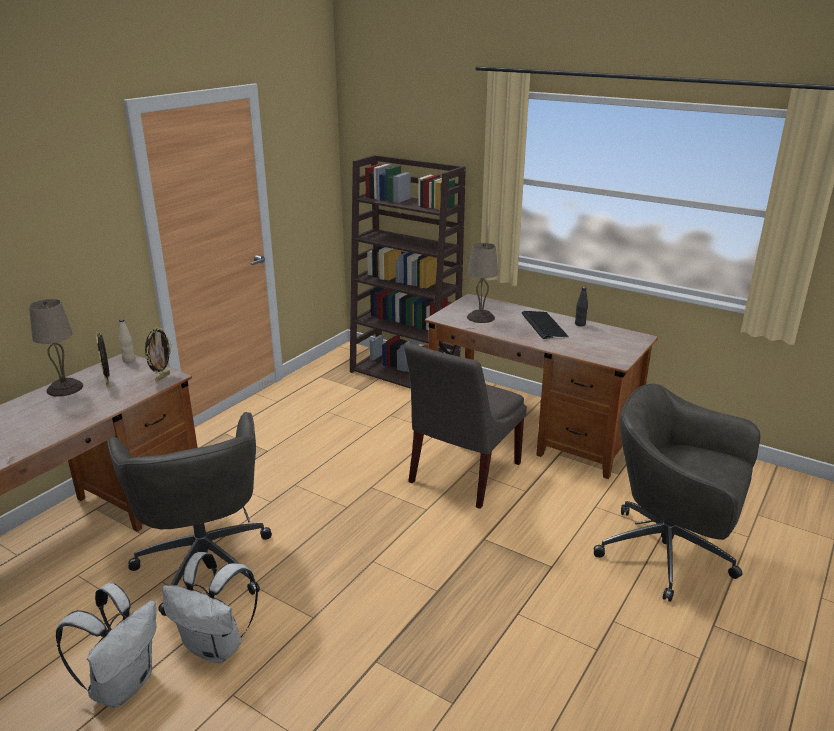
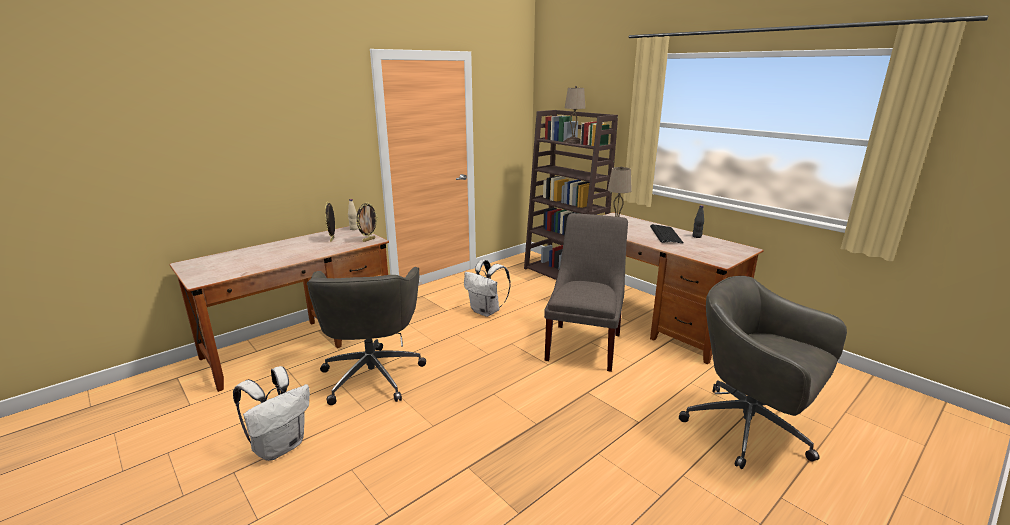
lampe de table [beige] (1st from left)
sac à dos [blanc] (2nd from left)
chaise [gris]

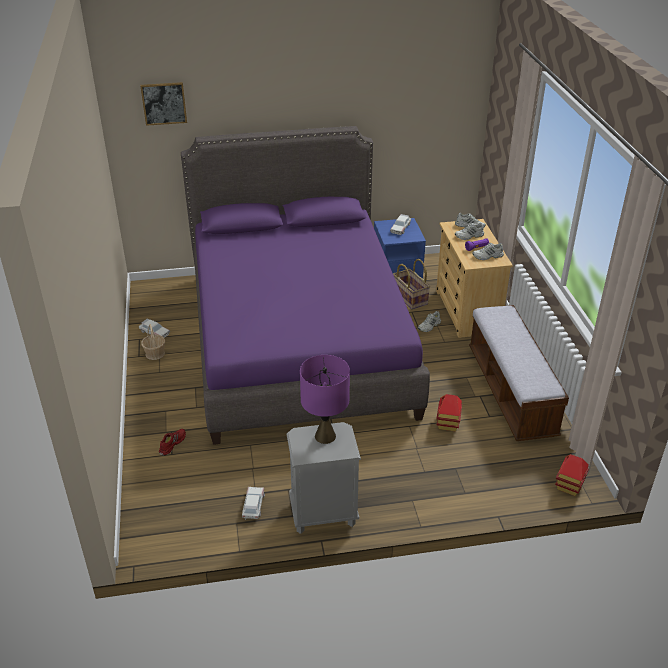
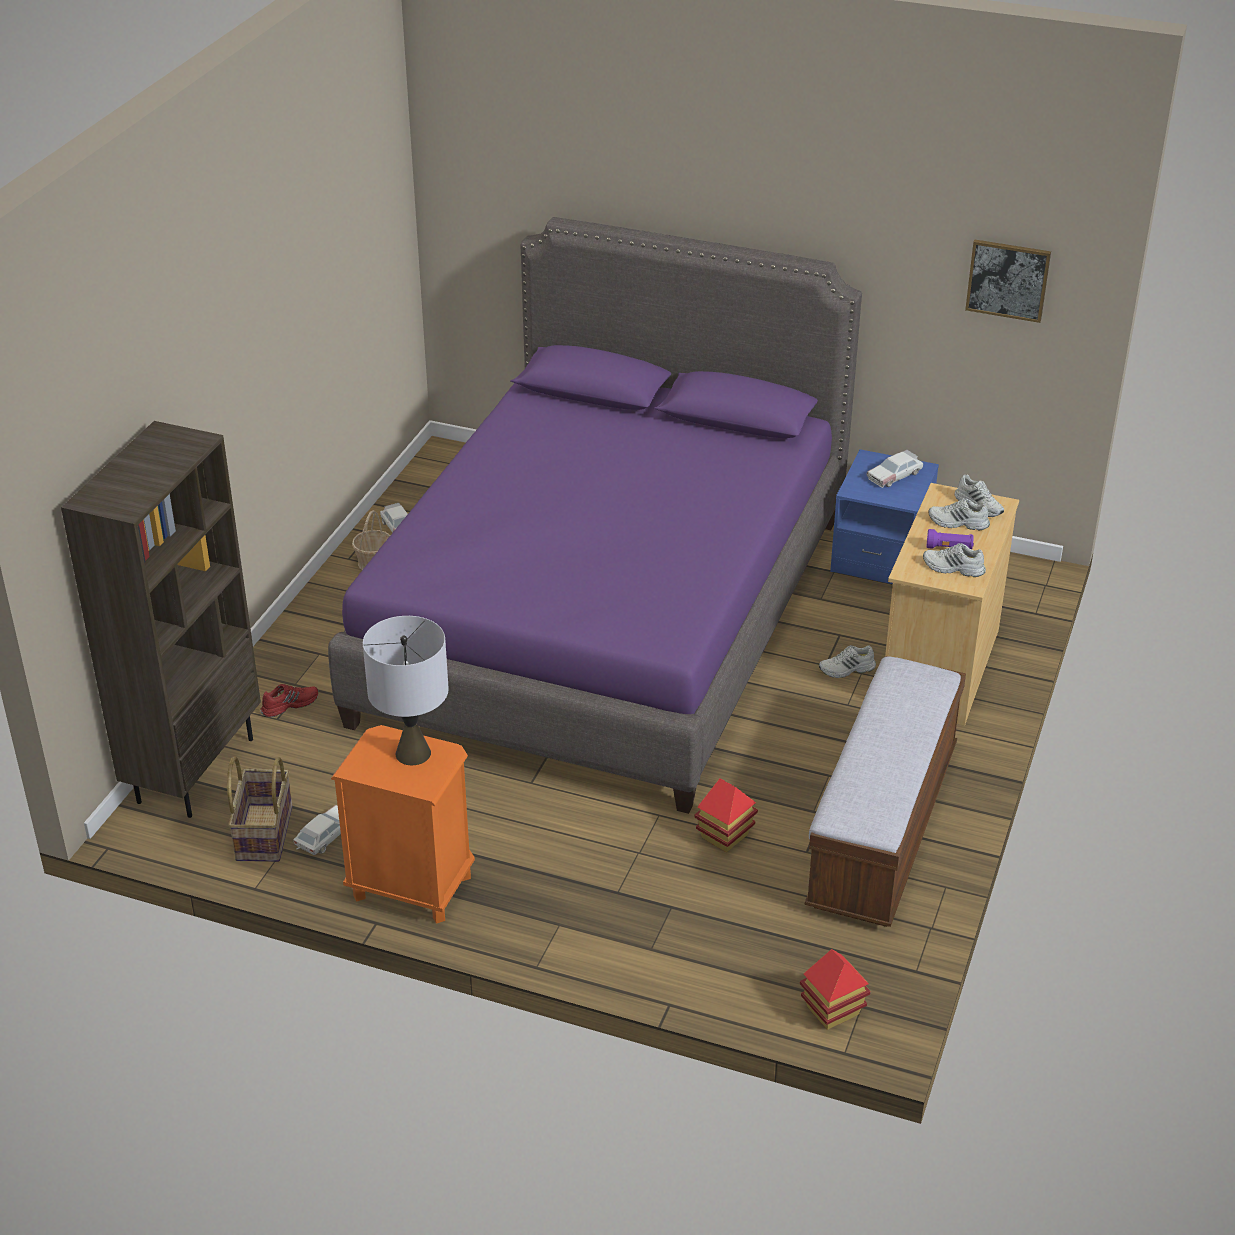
bibliothèque [marron]
tableau
panier (1st from left)
table de chevet [orange]
lampe de table [gris]

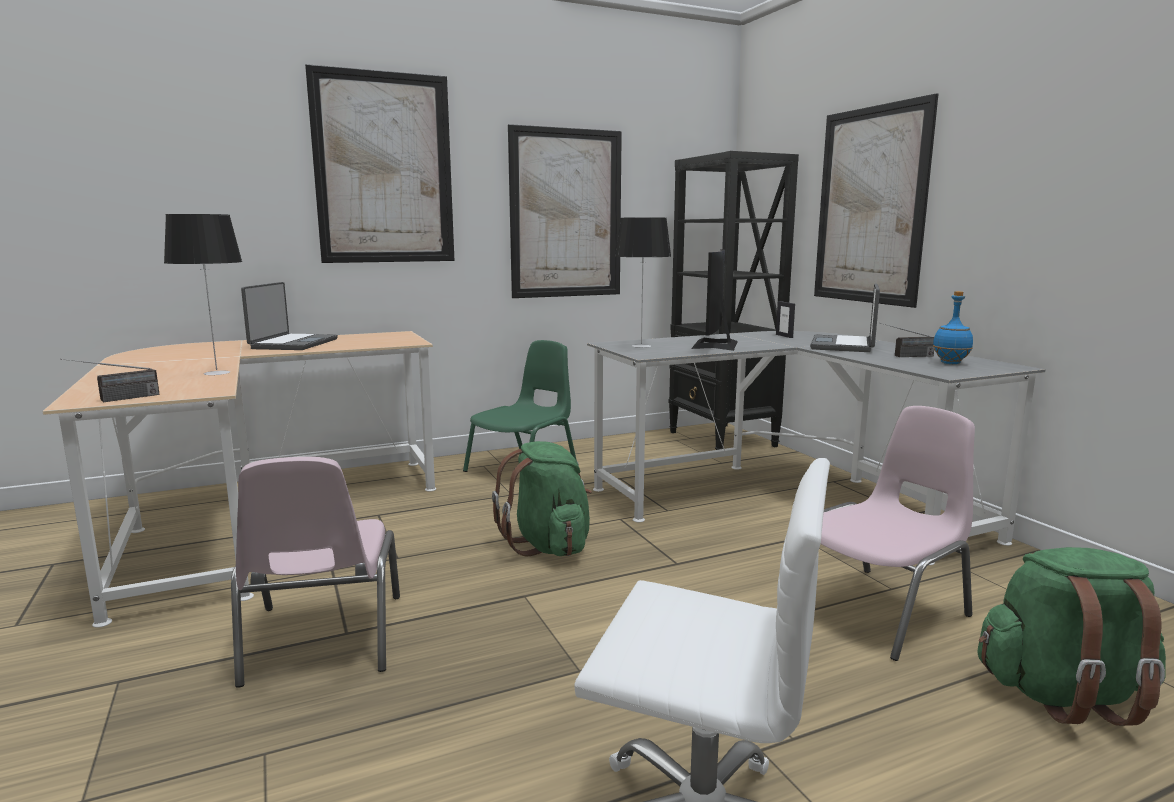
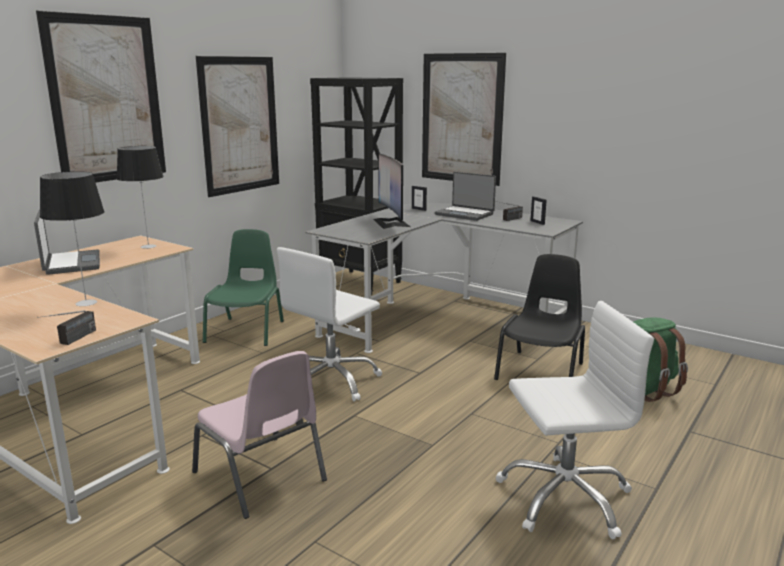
lampe de table (2nd from left)
chaise de bureau [blanc] (1st from left)
cadre photo (2nd from left)
chaise [noir]
ordinateur portable (2nd from left)

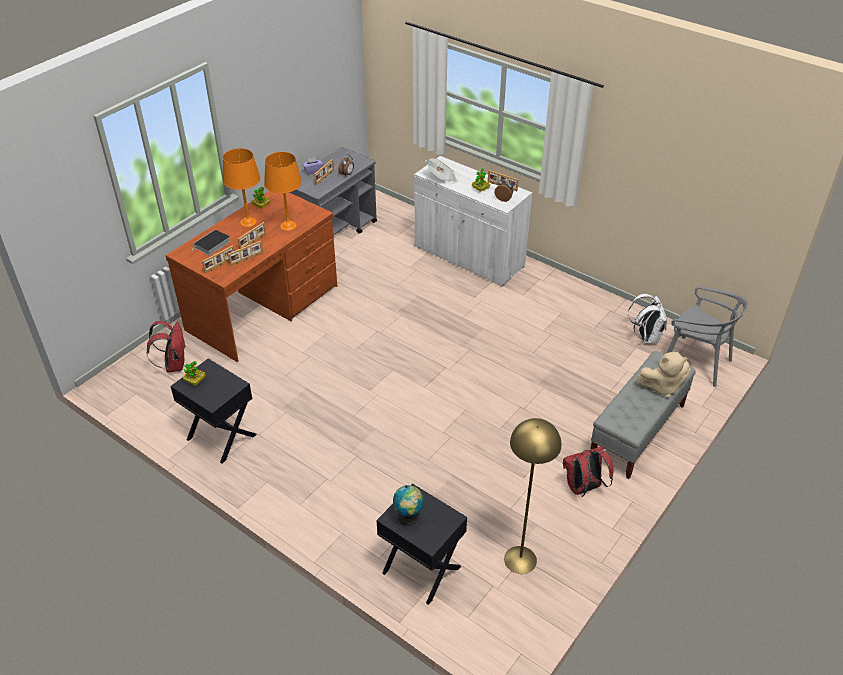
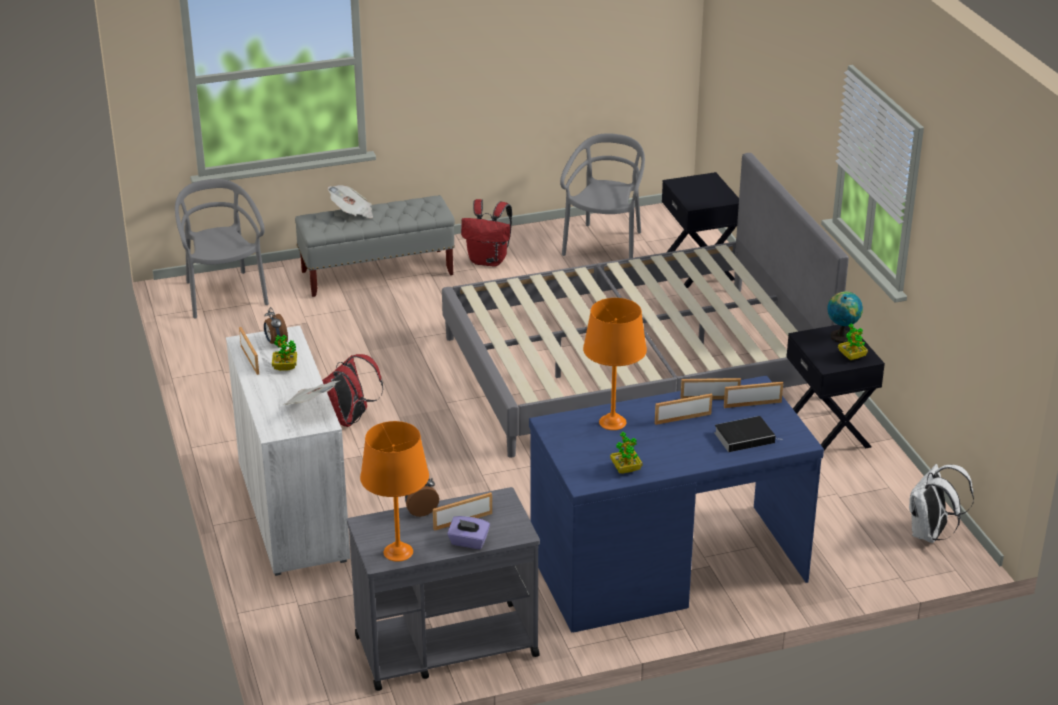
lit [gris]
sac à dos [rouge] (1st from left)
lampe de table [orange] (1st from left)
globe
sac à dos [blanc]
chaise [gris] (2nd from left)
journal (2nd from left)
bureau [bleu]

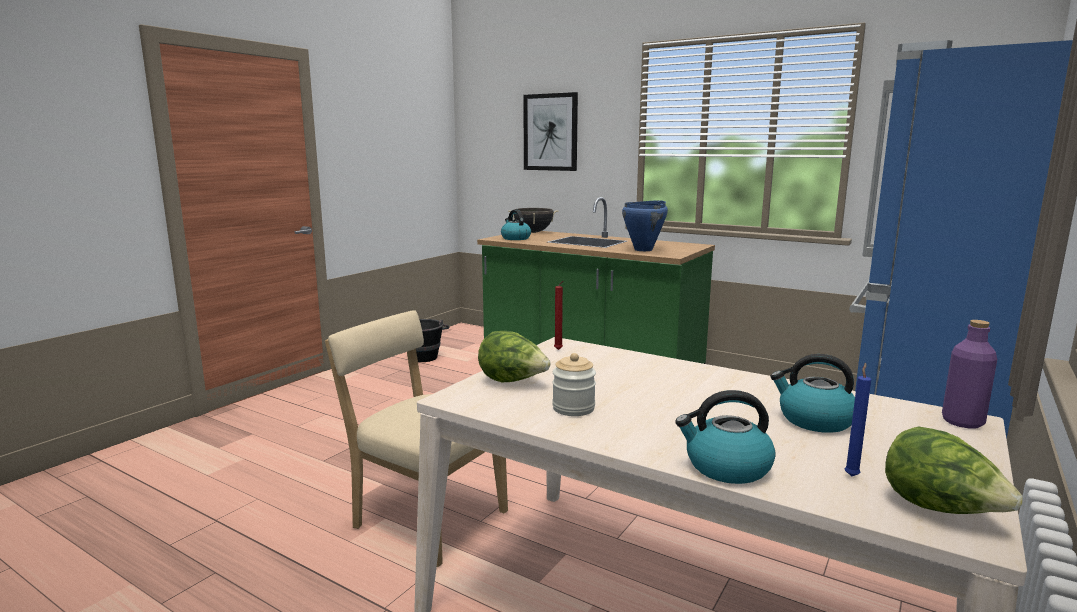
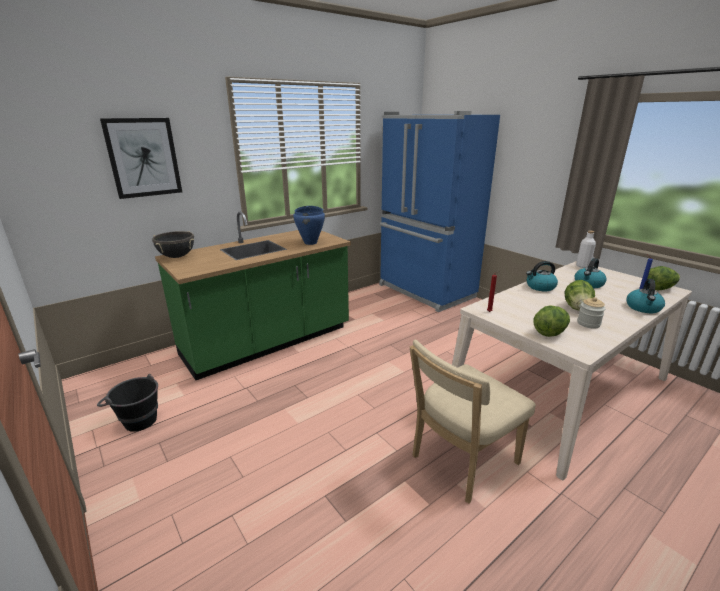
laitue (2nd from left)
bouilloire (1st from left)
bouteille [blanc]

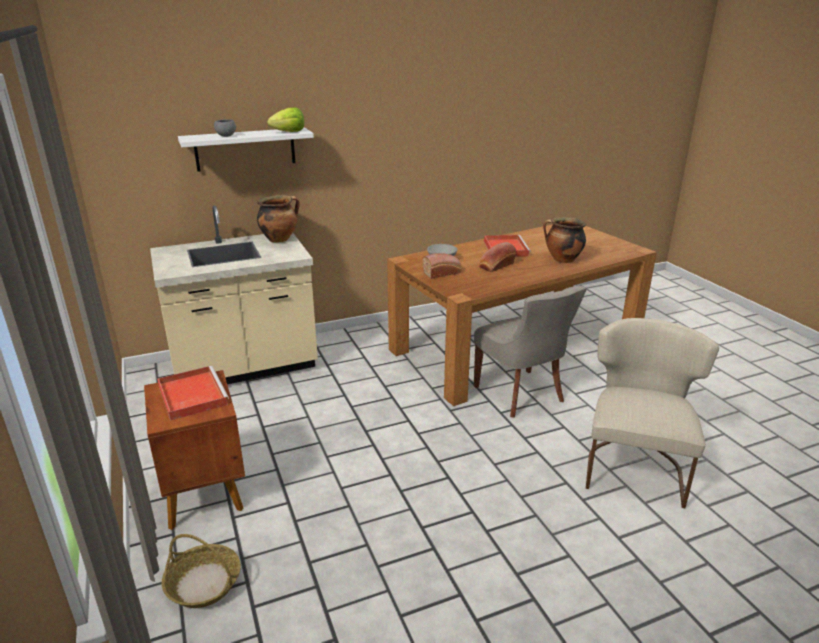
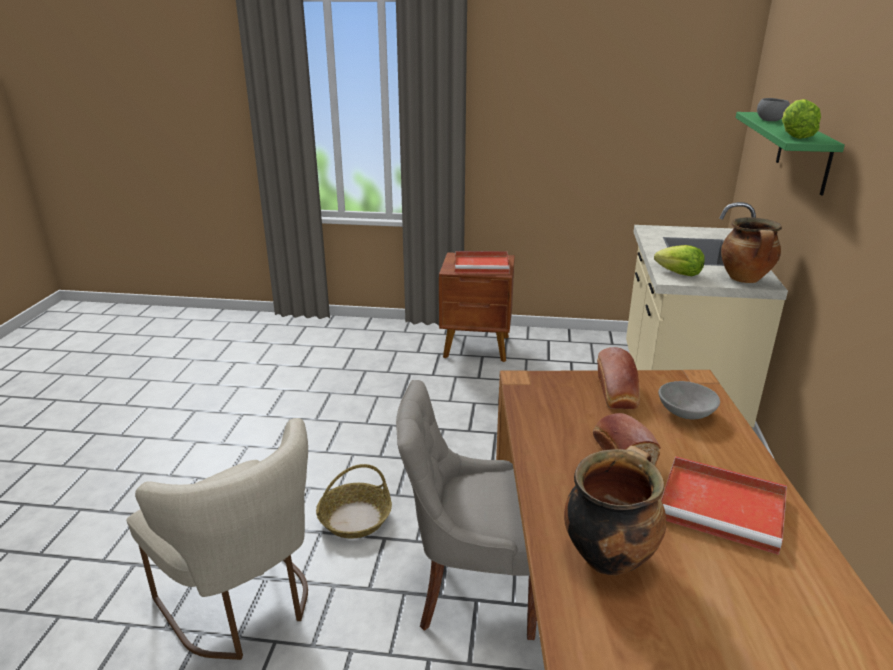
laitue (1st from left)
panier
étagère [vert]

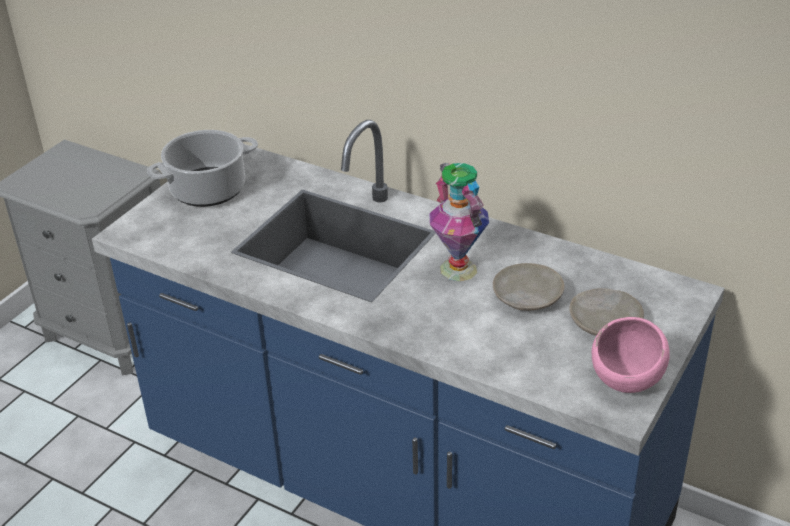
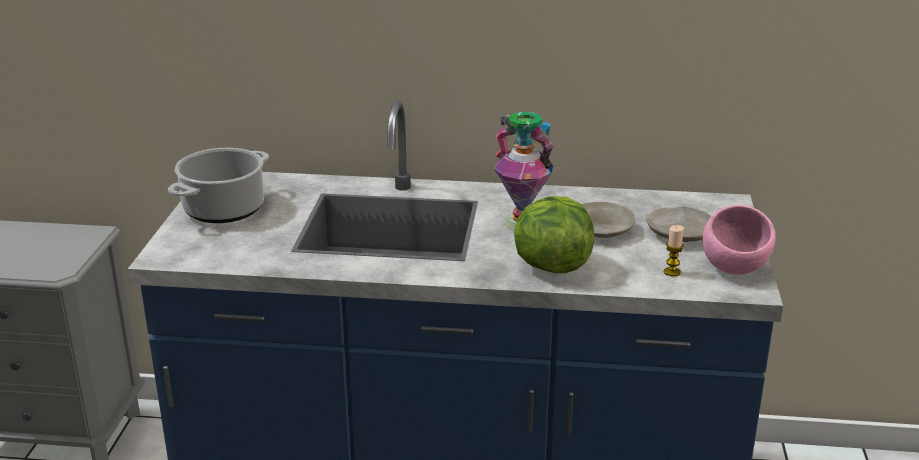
laitue
bougie

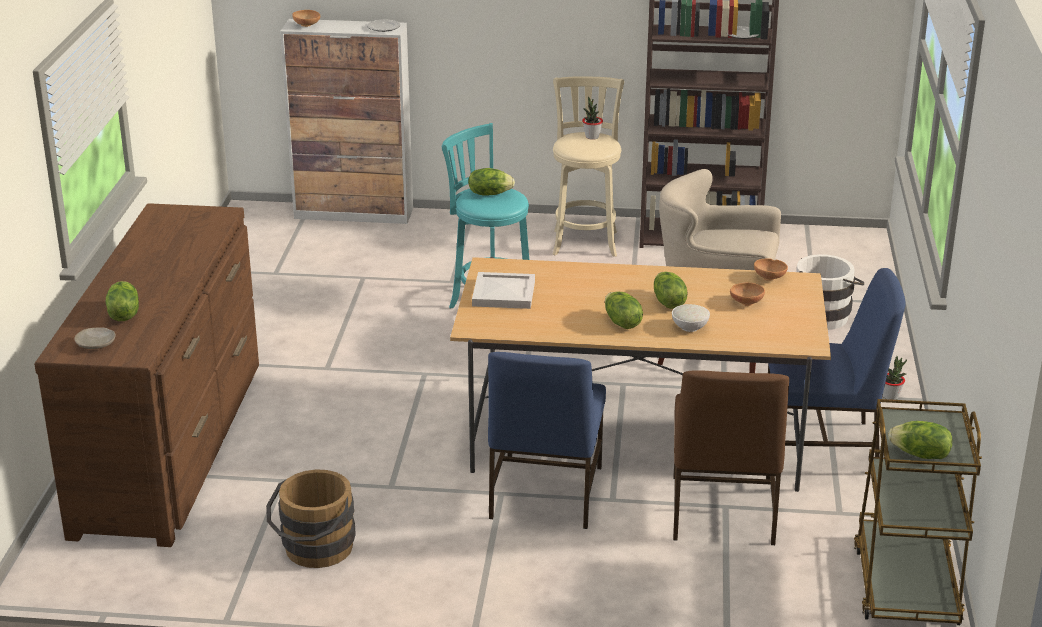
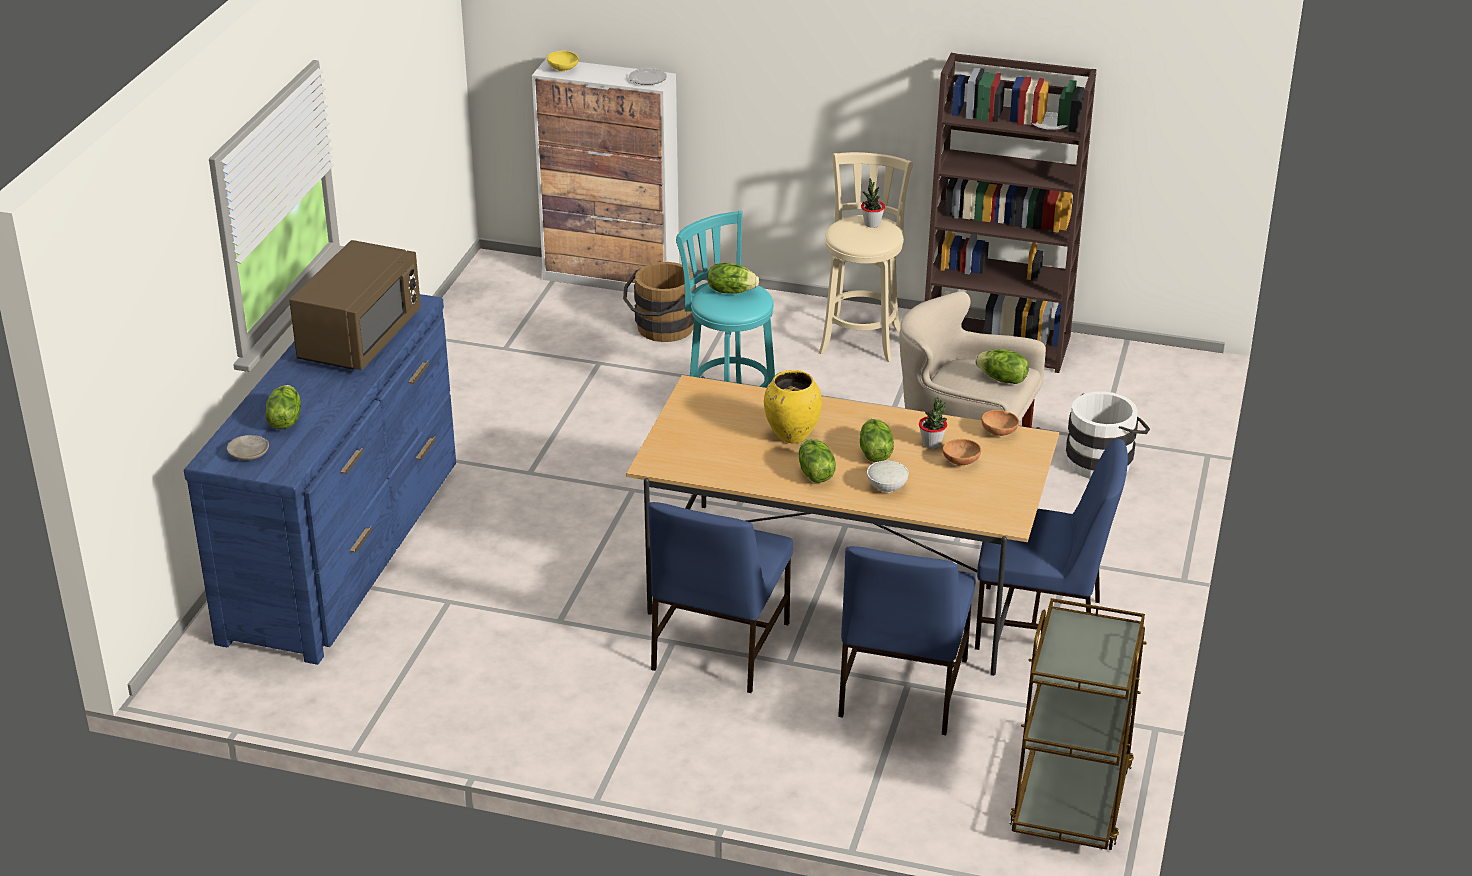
plateau [blanc]
micro-ondes [marron]
vase [jaune]
seau [marron]
plante en pot (2nd from left)
laitue (5th from left)
commode [bleu]
bol [jaune]
chaise [bleu] (2nd from left)

